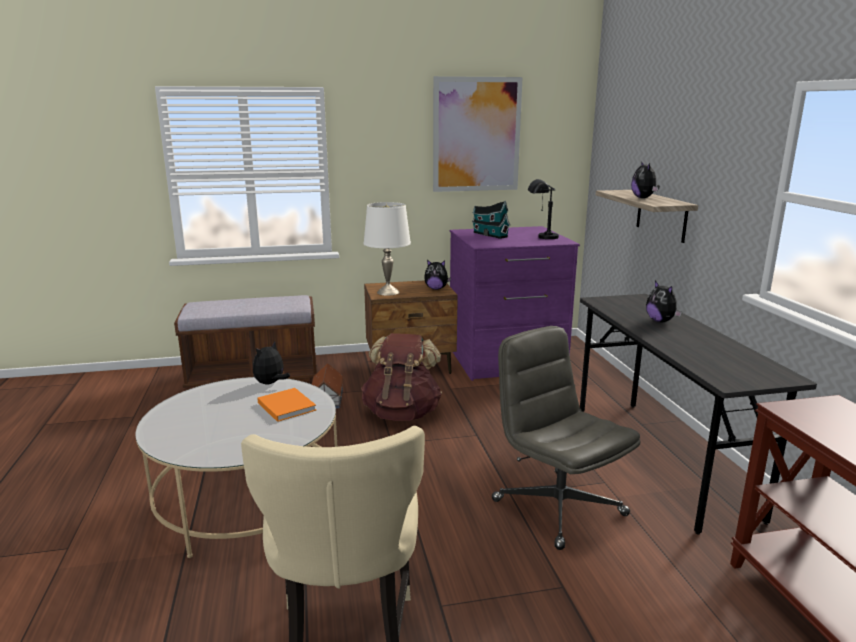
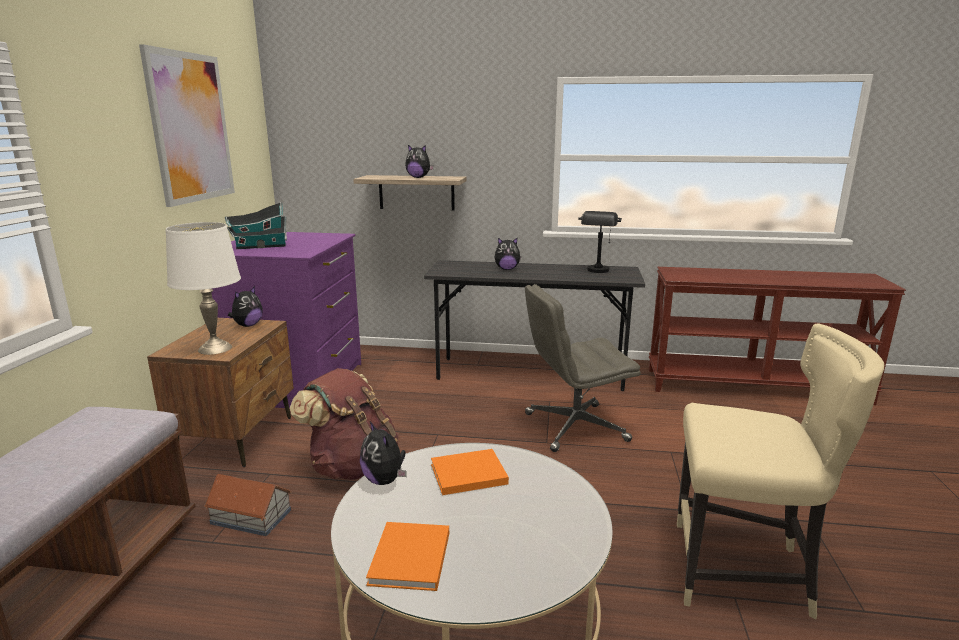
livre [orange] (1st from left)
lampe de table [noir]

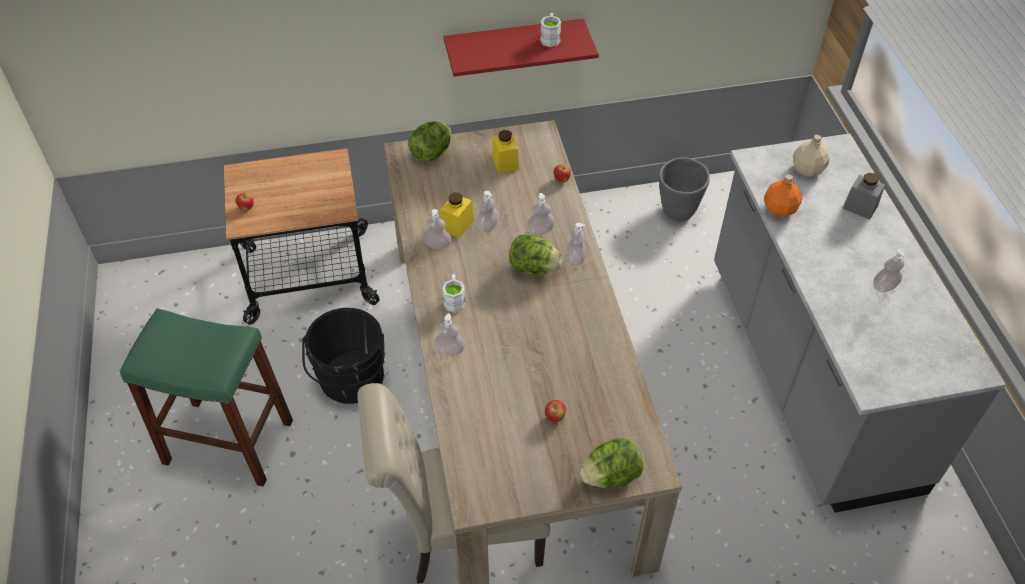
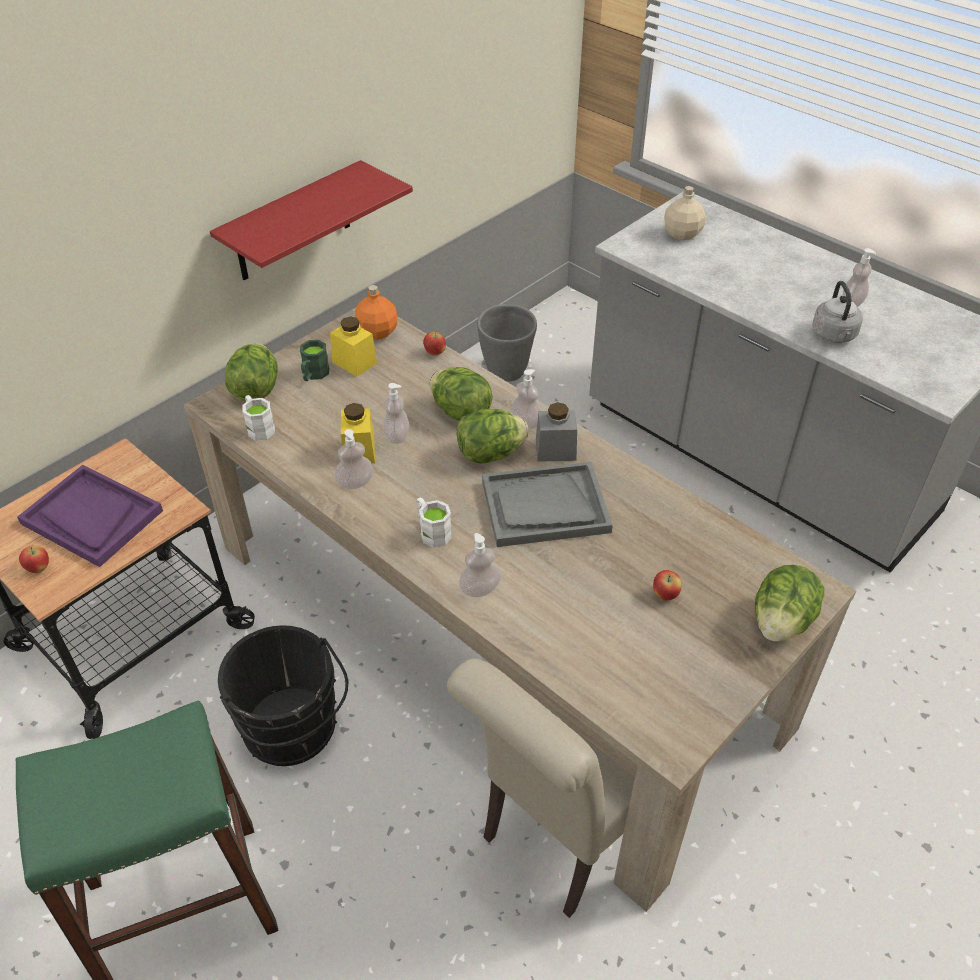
plateau [violet]
mug [vert]
plateau [gris]
bouilloire [gris]
mug [blanc] (1st from left)
bouteille [orange]
bocal [gris]
laitue (2nd from left)

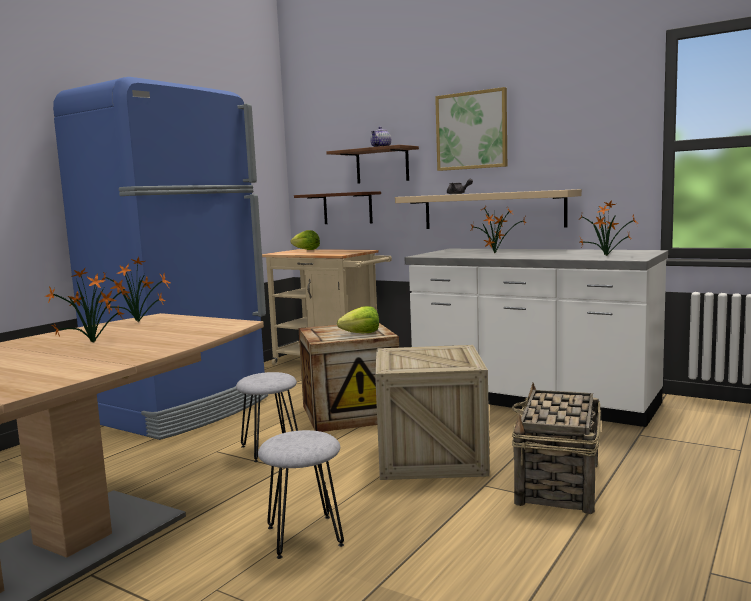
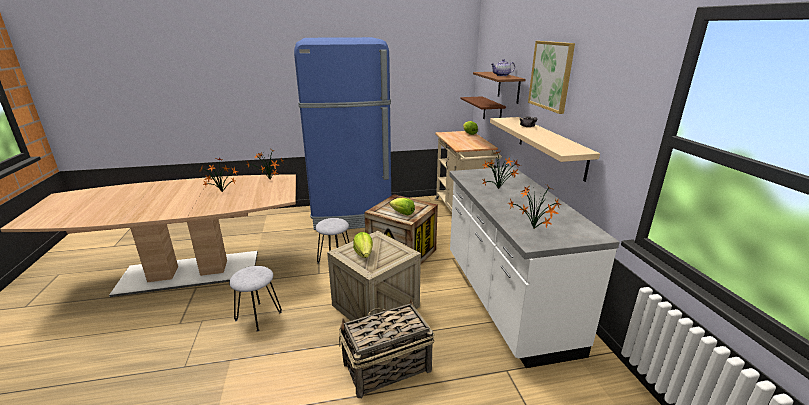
laitue (1st from left)

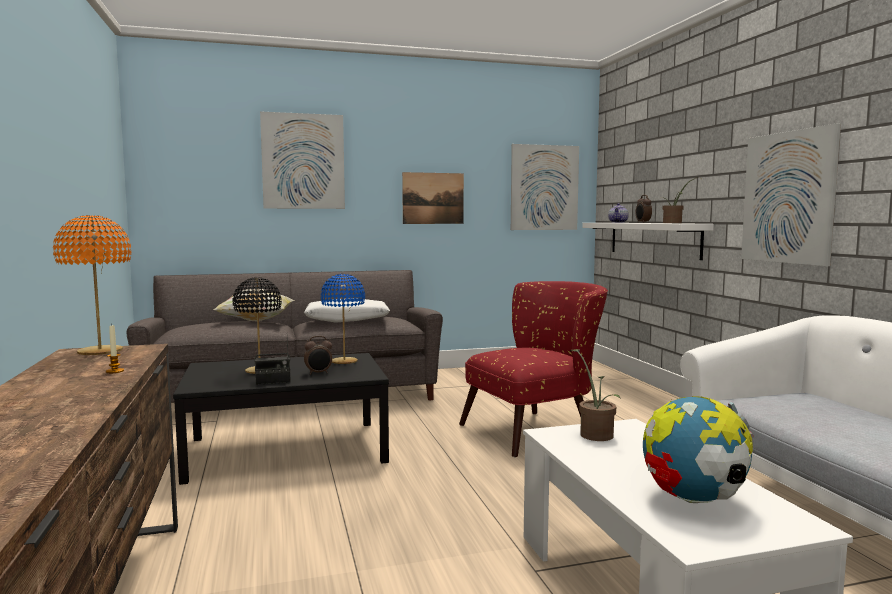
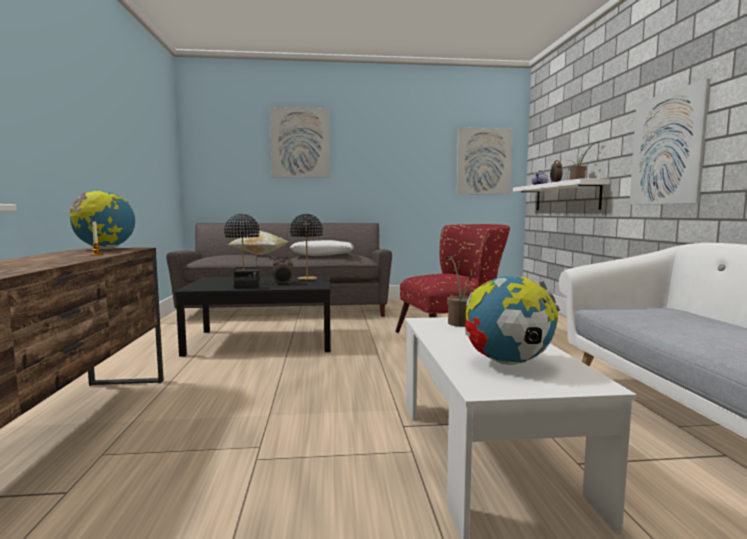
tableau (2nd from left in the first image)
globe (1st from left)
lampe de table [noir] (2nd from left)

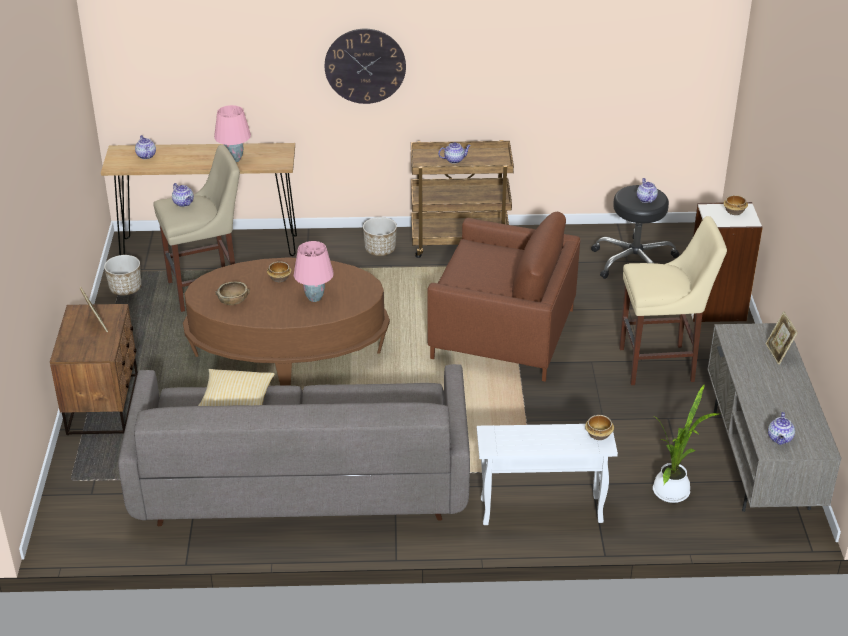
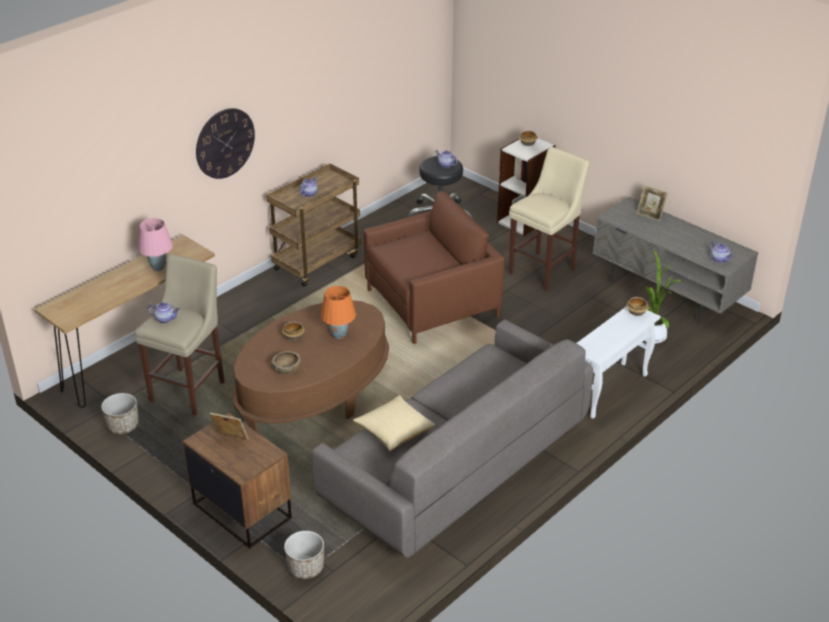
théière (1st from left in the first image)
cache-pot (2nd from left)
lampe de table [orange]

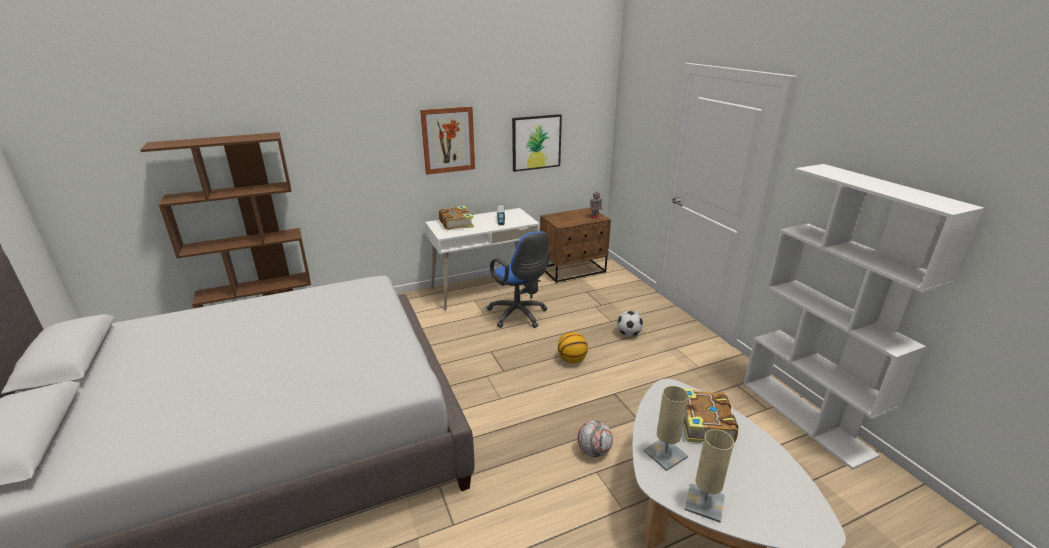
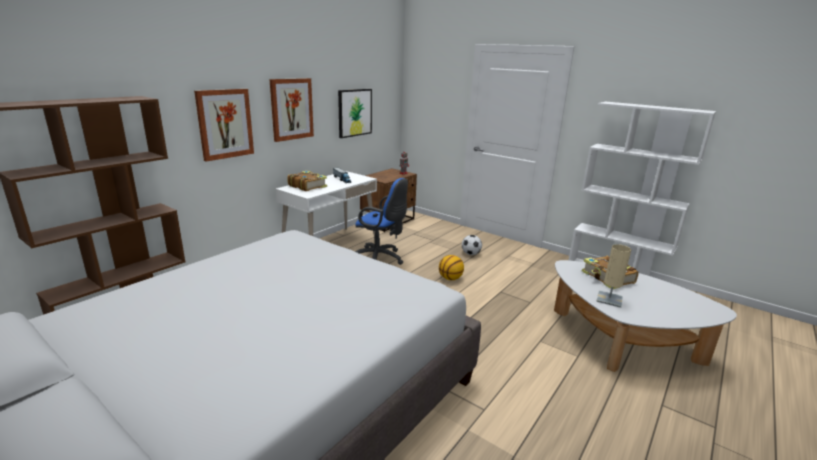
ballon de foot (1st from left in the first image)
lampe de table [beige] (2nd from left in the first image)
tableau (1st from left)

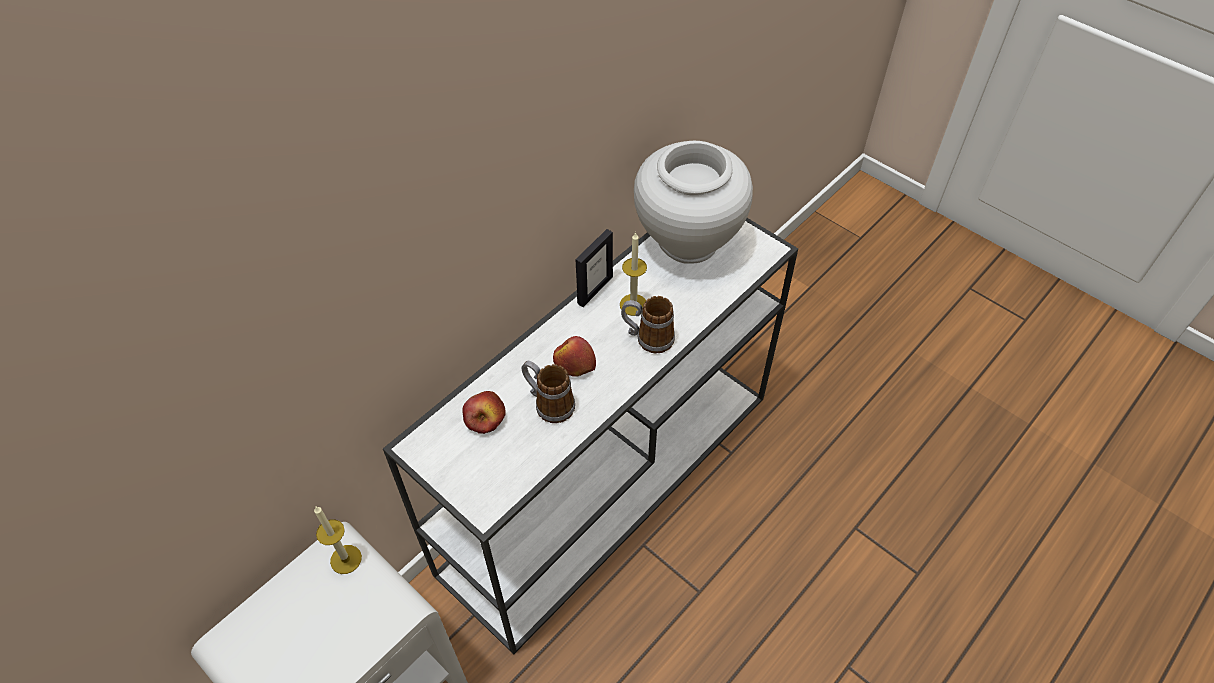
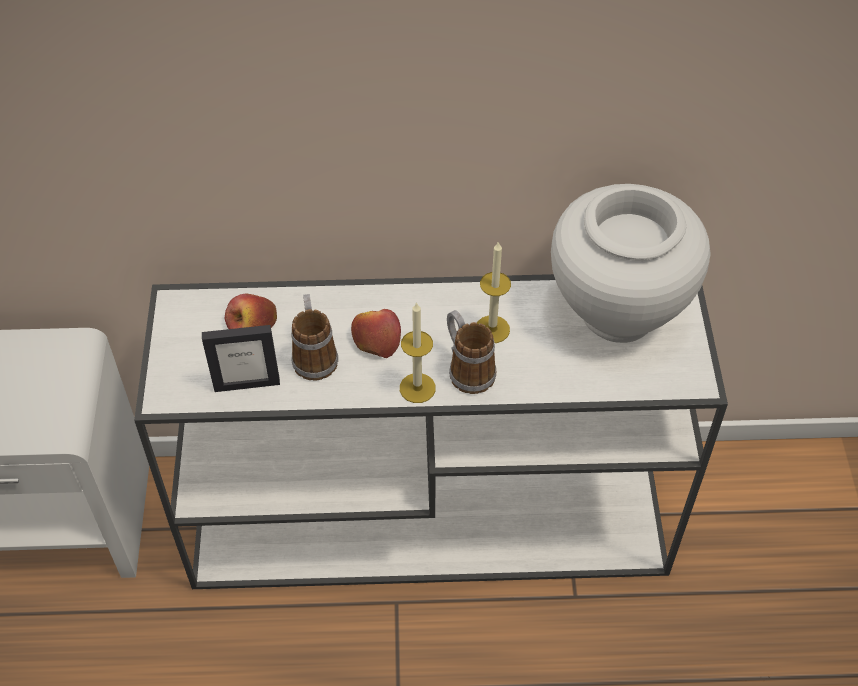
bougie (1st from left)
cadre photo

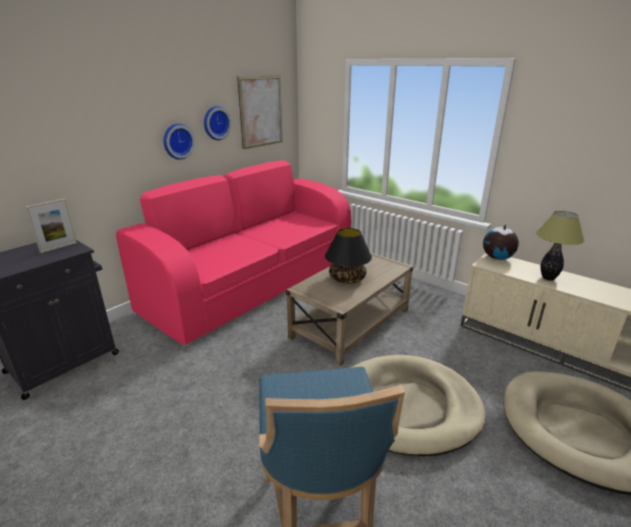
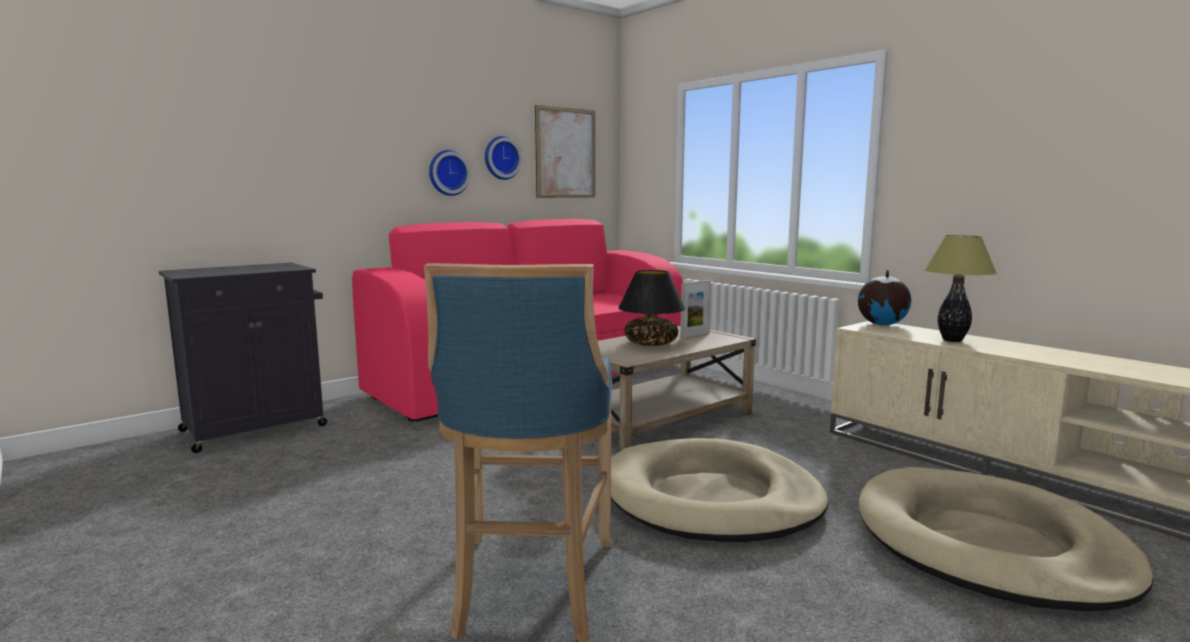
cadre photo

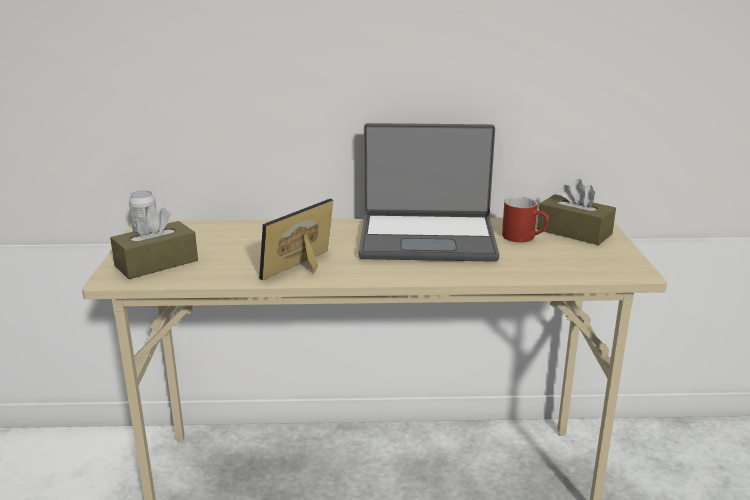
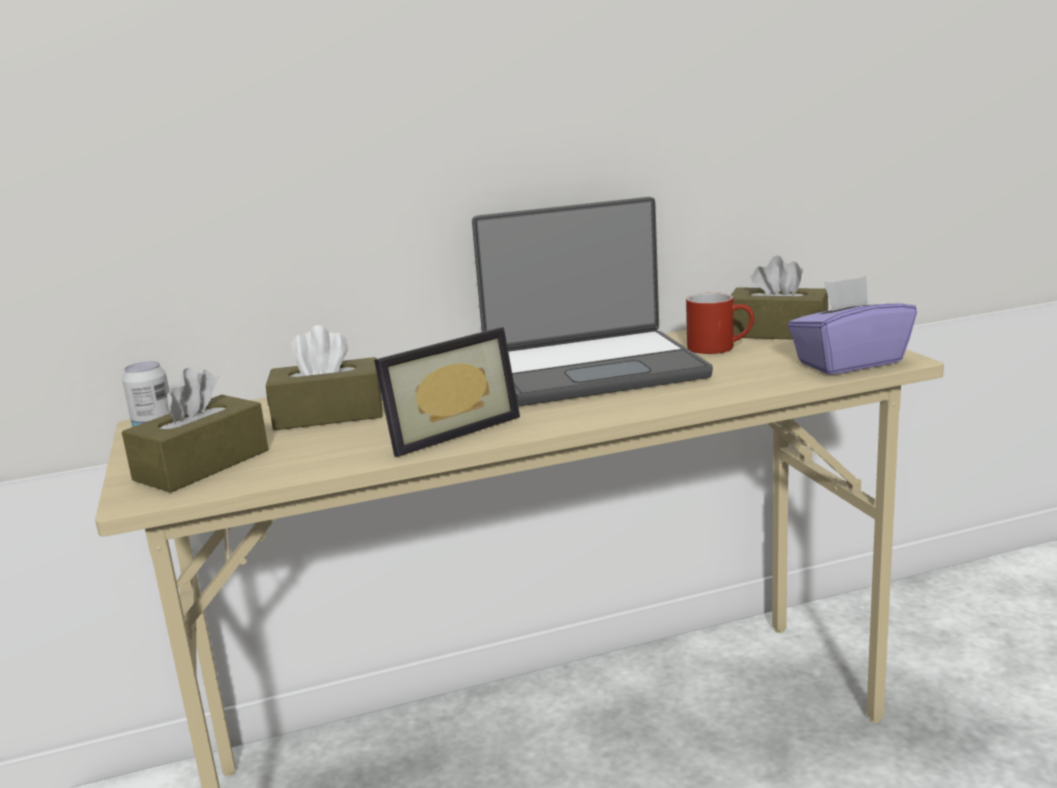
boîte à mouchoirs [marron] (2nd from left)
boîte à mouchoirs [violet]
cadre photo

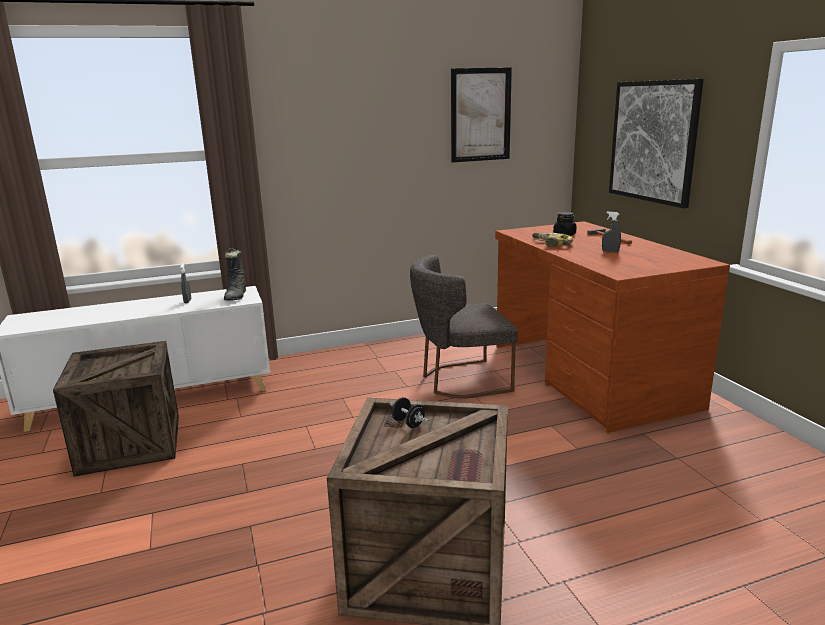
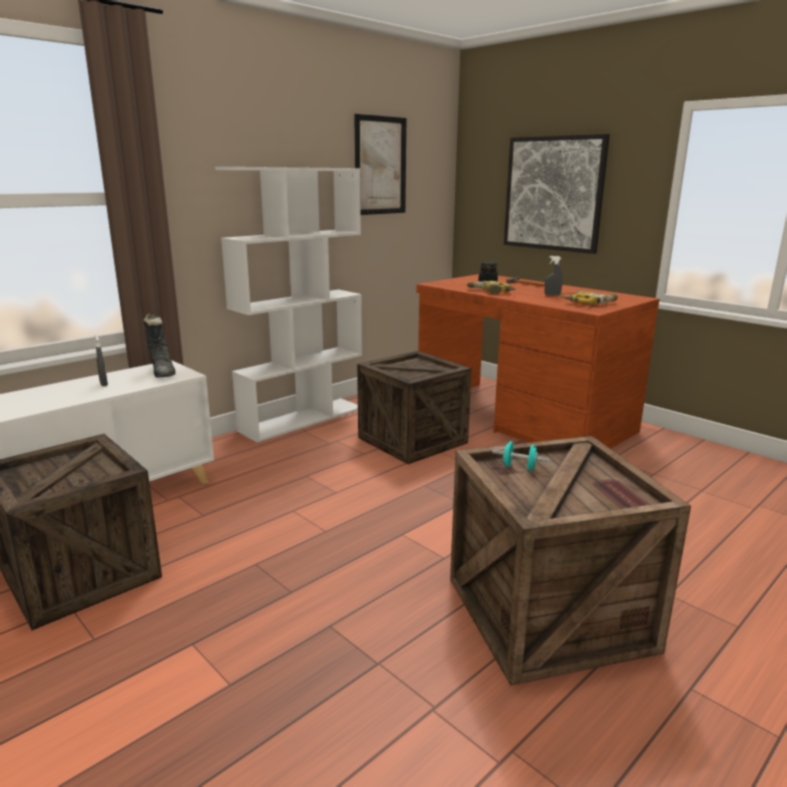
bibliothèque [blanc]
perceuse (2nd from left)
caisse (2nd from left)
haltère [turquoise]

